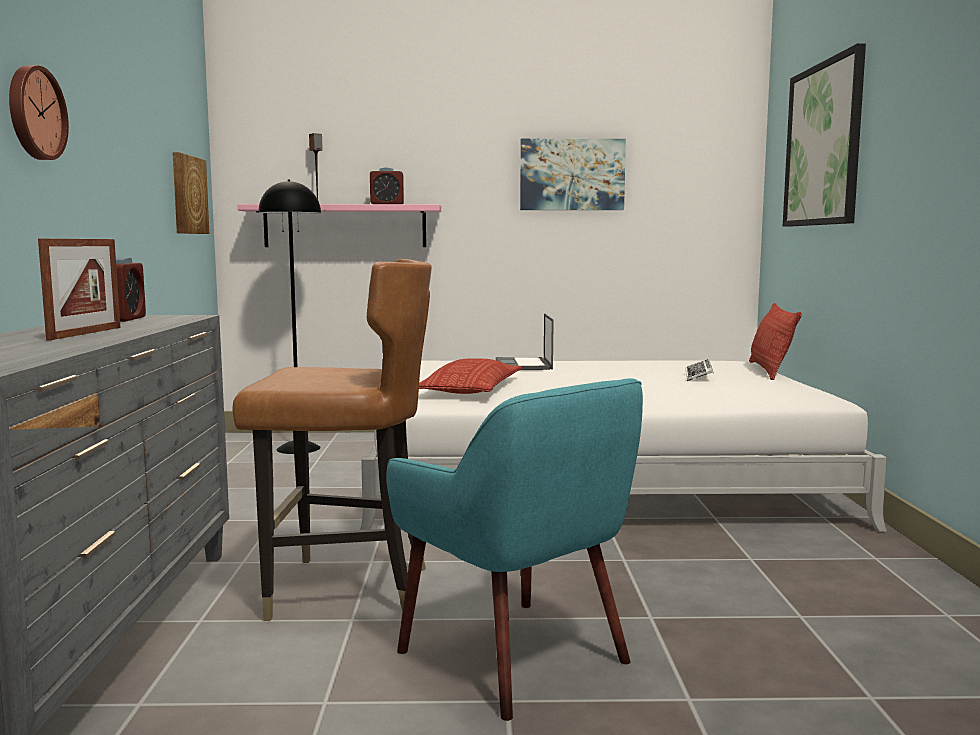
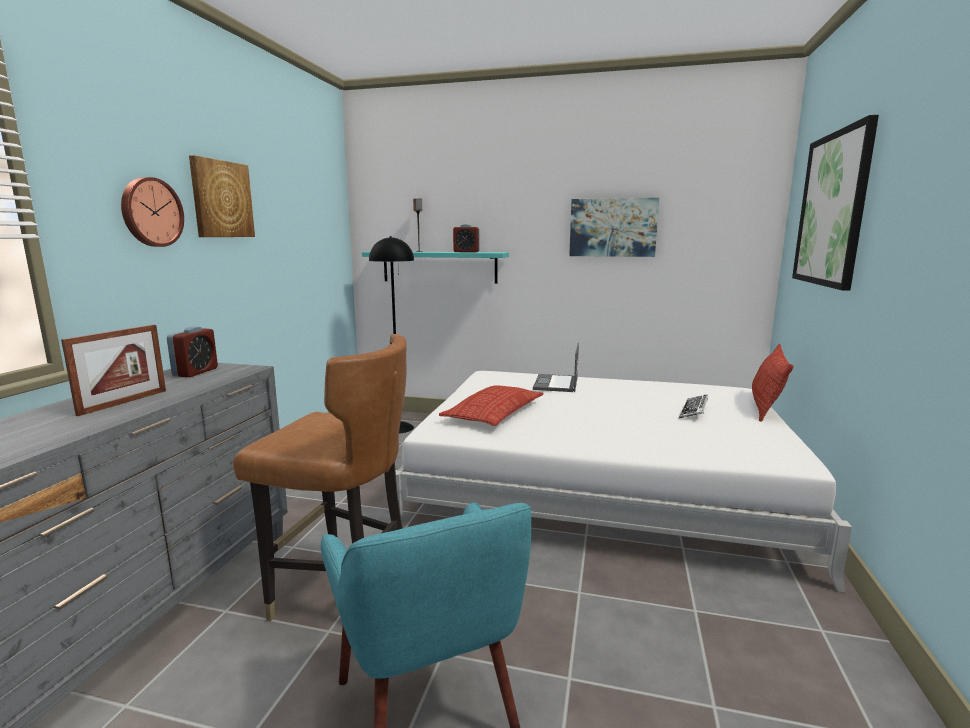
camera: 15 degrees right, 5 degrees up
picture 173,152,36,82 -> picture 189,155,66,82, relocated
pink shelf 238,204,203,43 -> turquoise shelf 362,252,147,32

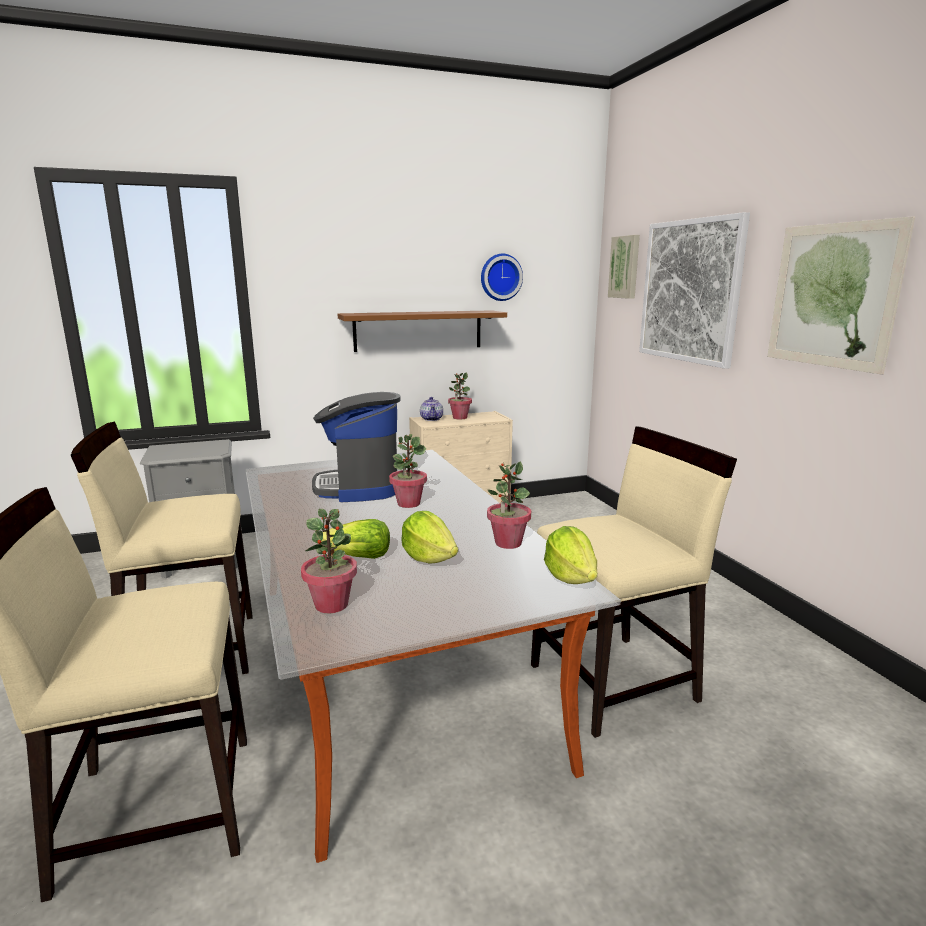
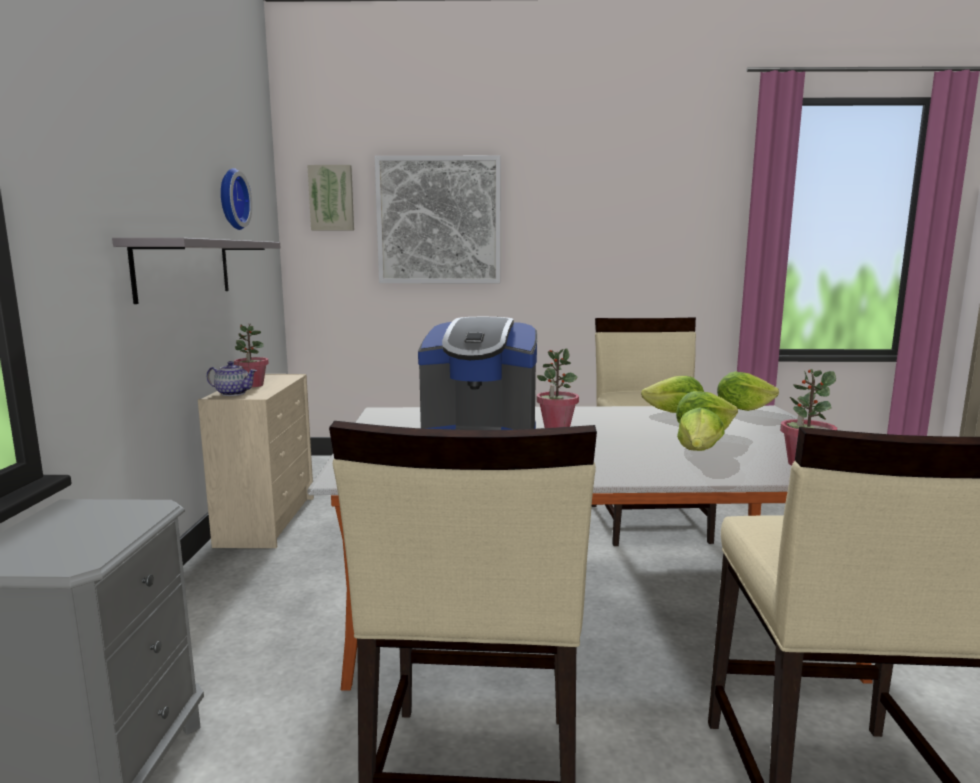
camera: 70 degrees left, 5 degrees down
brown shelf 338,310,169,42 -> grey shelf 112,238,169,66
potted plant 487,461,44,88 -> lettuce 641,376,63,37
picture 767,216,148,158 -> none

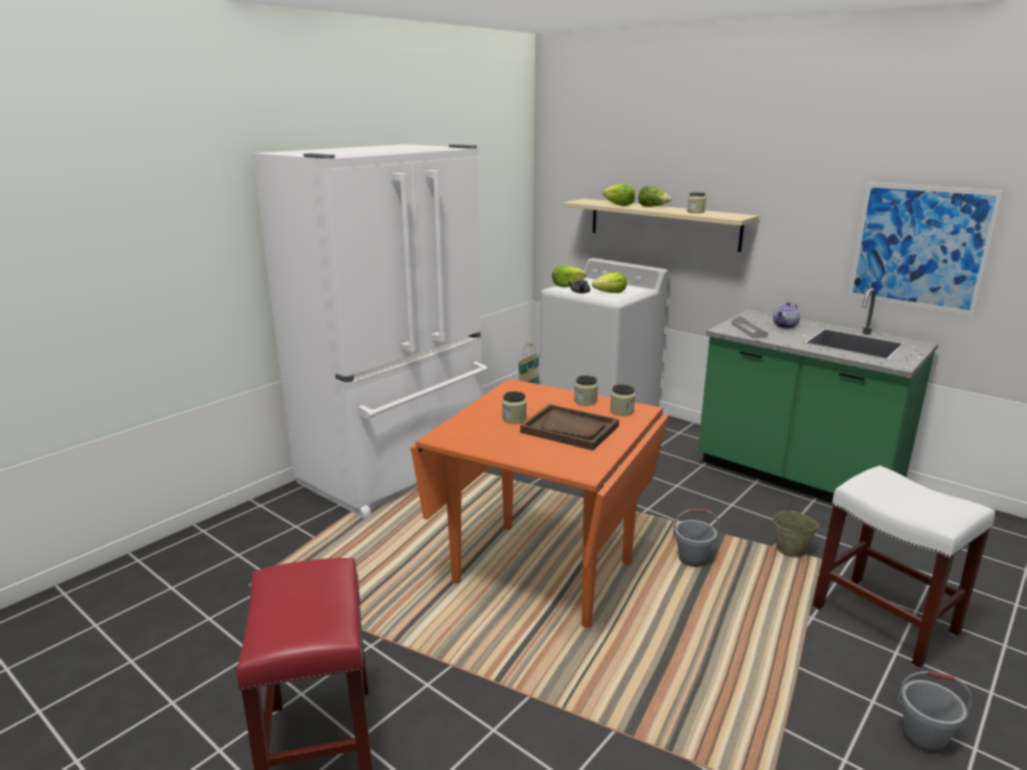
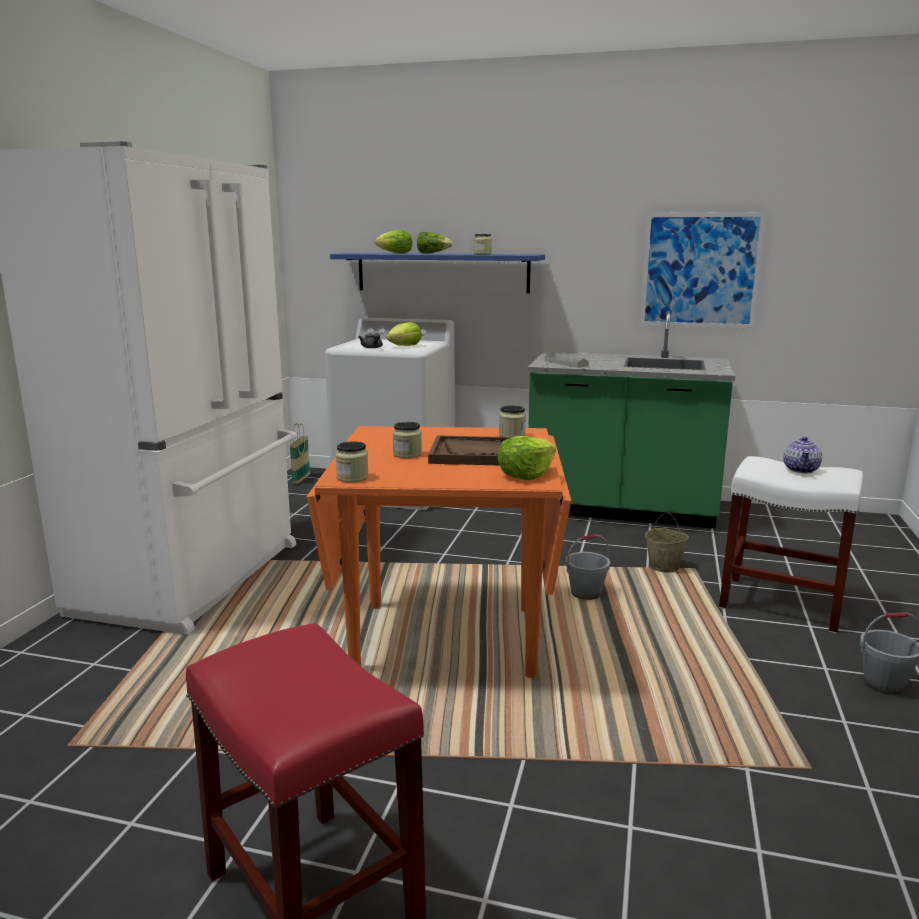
camera: 25 degrees left, 5 degrees down
beige shelf 563,199,196,53 -> blue shelf 330,253,215,41
jar 574,375,24,31 -> jar 335,441,34,41, relocated
lettuce 552,265,34,22 -> lettuce 498,436,58,44, relocated
teapot 773,302,27,27 -> teapot 783,437,39,36, relocated

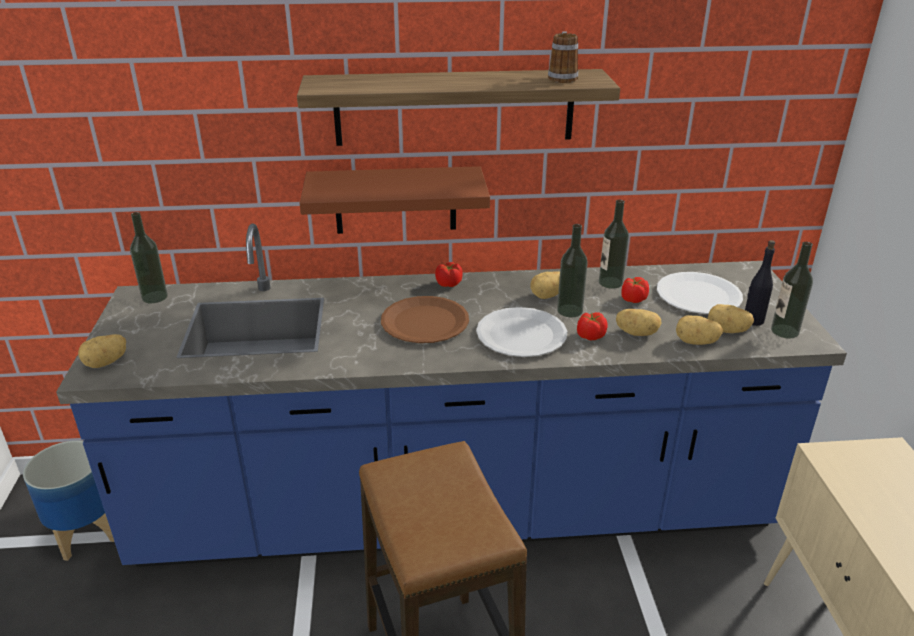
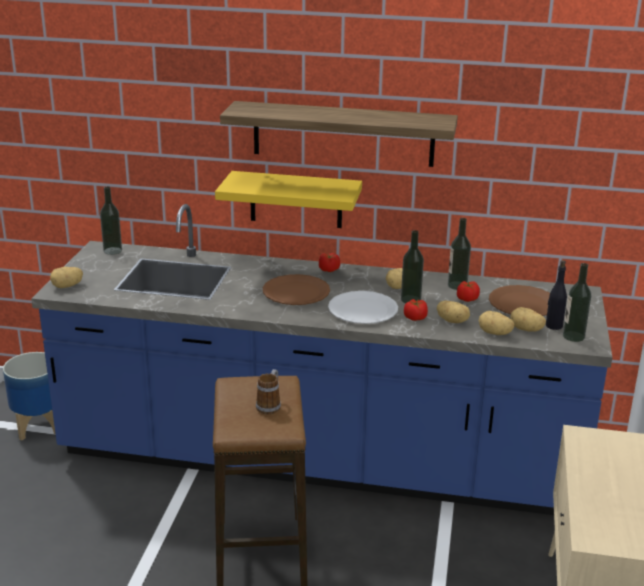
camera: 15 degrees right, 5 degrees down
brown shelf 300,166,190,68 -> yellow shelf 215,171,147,57
mug 548,31,30,52 -> mug 256,369,25,45, relocated
white plate 657,272,86,42 -> brown plate 489,285,61,31

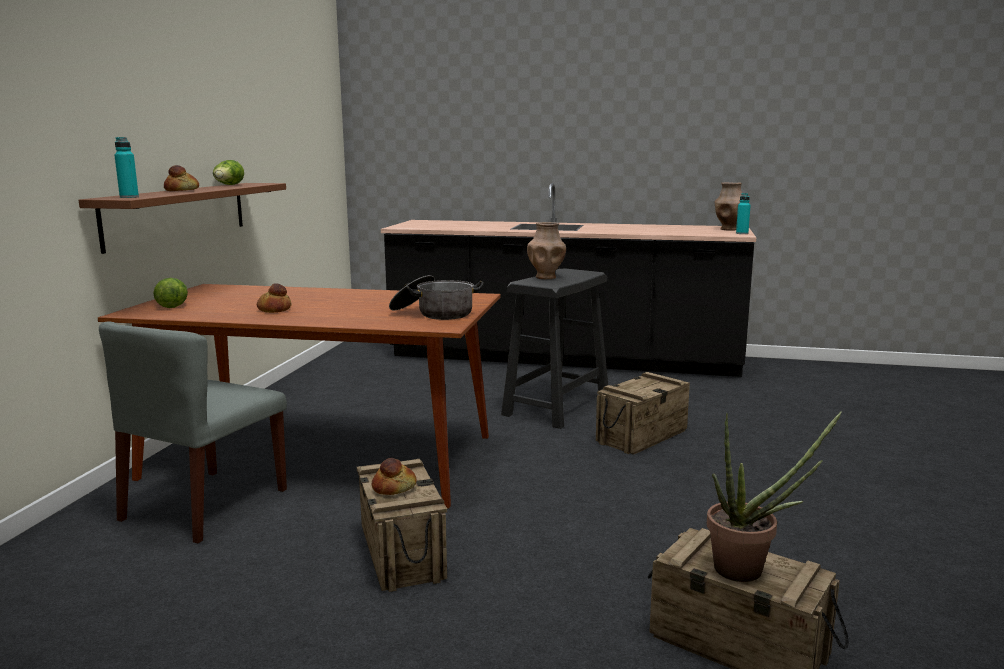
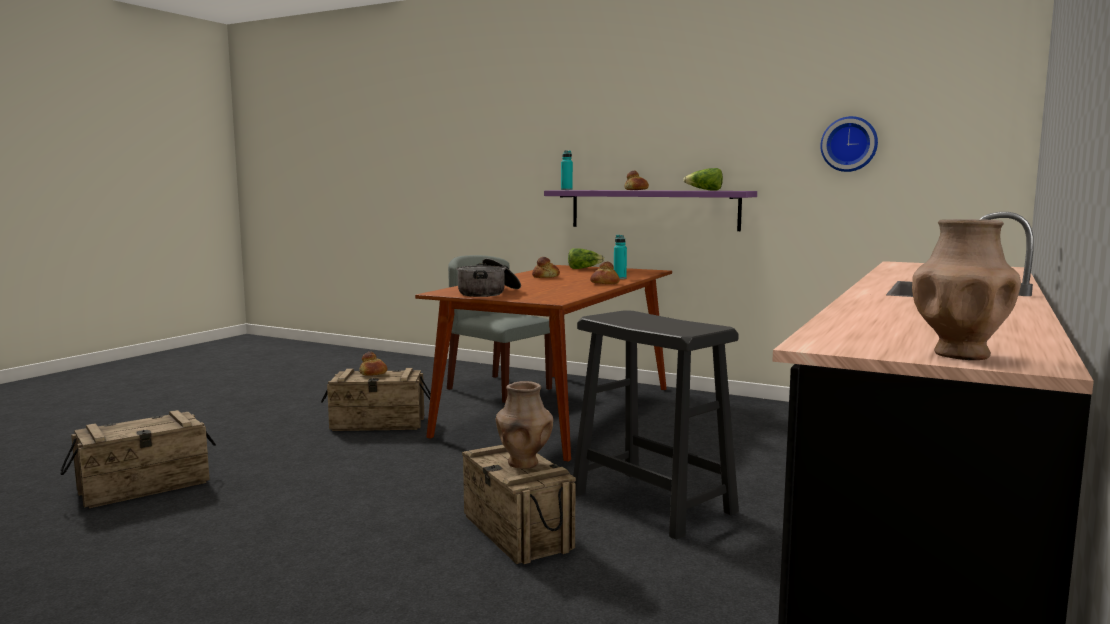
camera: 105 degrees right, 5 degrees down
brown vase 527,222,39,57 -> brown vase 496,381,57,88, relocated
brown shelf 79,183,207,71 -> purple shelf 544,190,213,41
none -> bread 590,261,30,23
turquoise bottle 736,193,15,41 -> turquoise bottle 614,235,13,44, relocated
none -> wall clock 820,116,58,56
potted plant 706,412,136,170 -> none

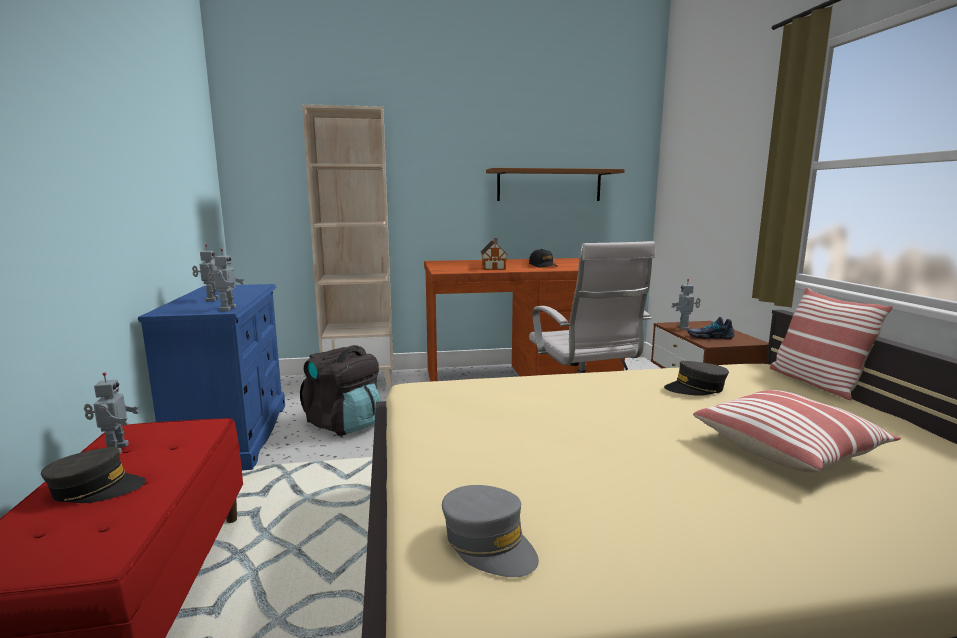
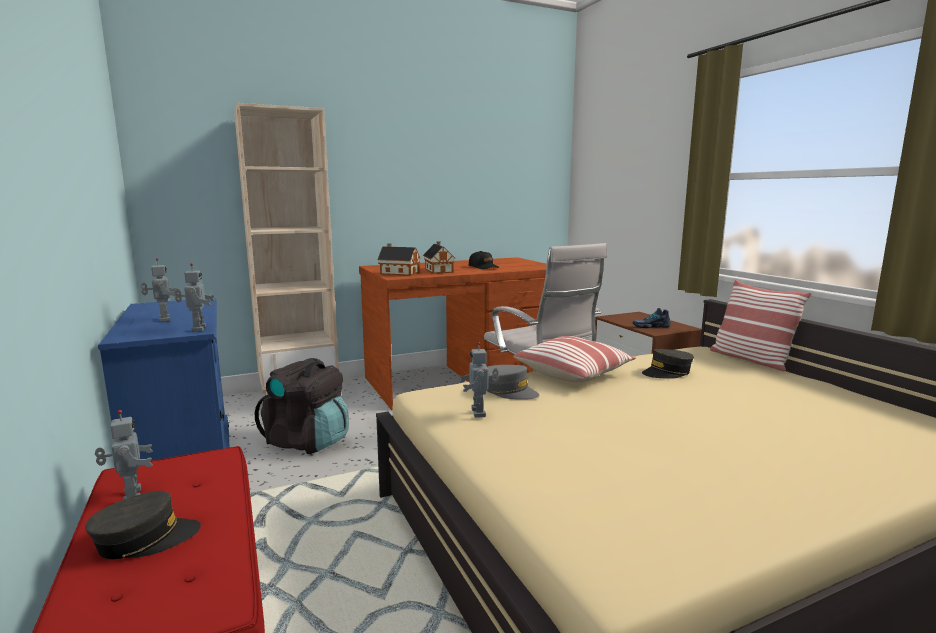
camera: 15 degrees left, 0 degrees up
none -> toy house 377,244,43,32
toy robot 672,279,29,51 -> toy robot 460,342,39,76, relocated
grey cap 442,485,97,92 -> grey cap 487,365,53,35, relocated
pillow 693,390,208,82 -> pillow 513,336,123,47, relocated
brown shelf 486,168,139,33 -> none

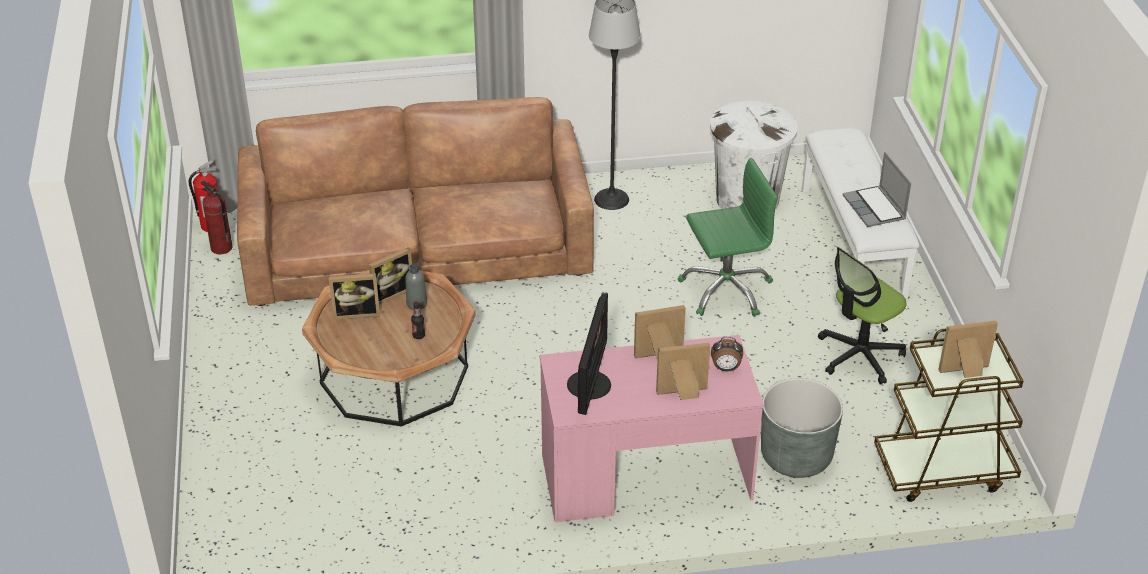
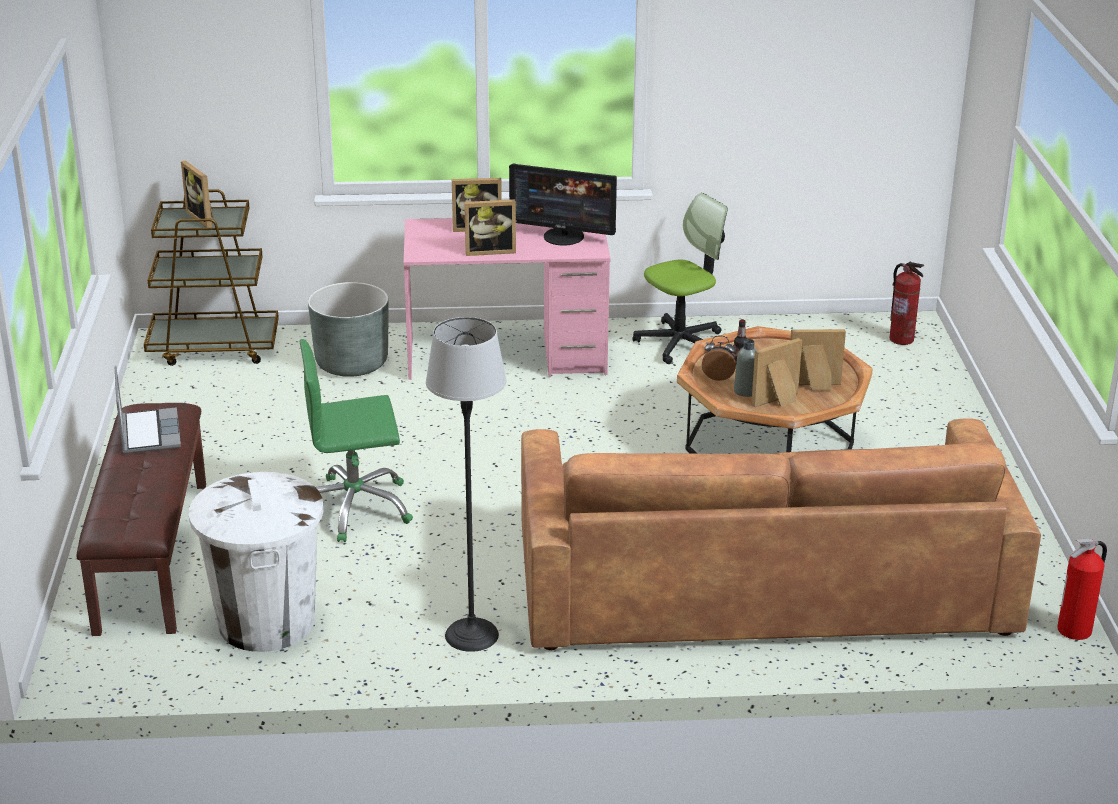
camera: 175 degrees left, 10 degrees down
white bench 802,128,117,171 -> brown bench 77,403,129,233
picture frame 938,320,60,58 -> picture frame 181,160,33,68, 60 degrees clockwise
monitor 567,293,44,122 -> monitor 509,164,108,82, 90 degrees counterclockwise
office chair 818,247,88,138 -> office chair 632,193,95,171, relocated
alarm clock 711,337,32,34 -> alarm clock 702,336,34,45, relocated
fire extinguisher 201,180,31,74 -> fire extinguisher 889,261,35,84, relocated

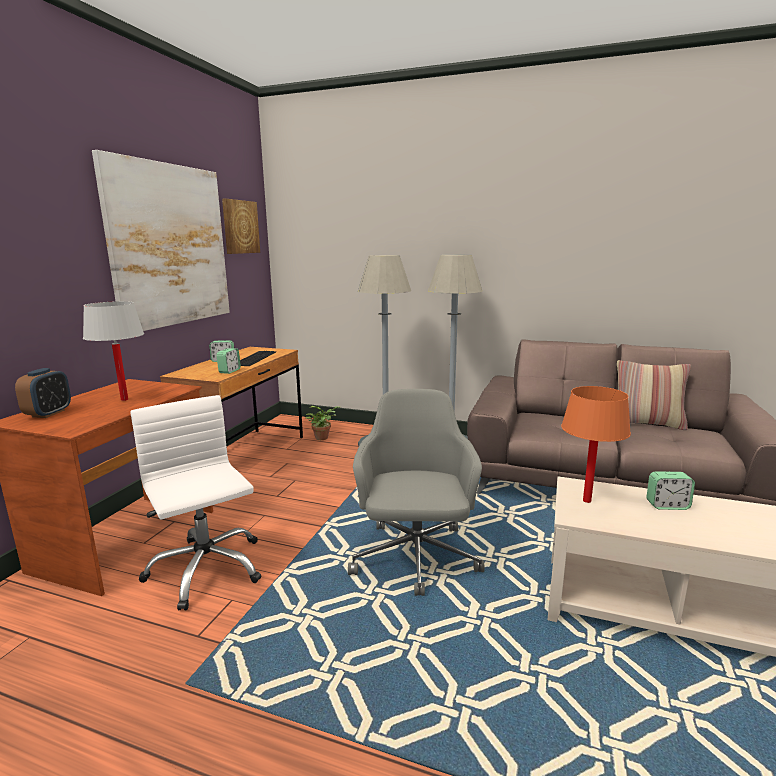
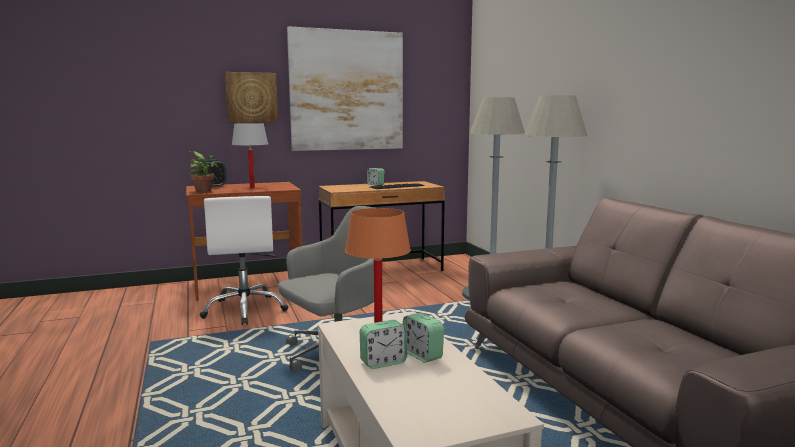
camera: 50 degrees right, 5 degrees down
potted plant 305,406,35,34 -> potted plant 188,151,30,41, relocated
white office chair 130,395,131,215 -> white office chair 200,196,88,129, 150 degrees clockwise
picture 222,199,38,55 -> picture 225,72,53,51, relocated
alarm clock 216,348,25,26 -> alarm clock 360,320,47,49, relocated
pillow 617,360,74,70 -> none

